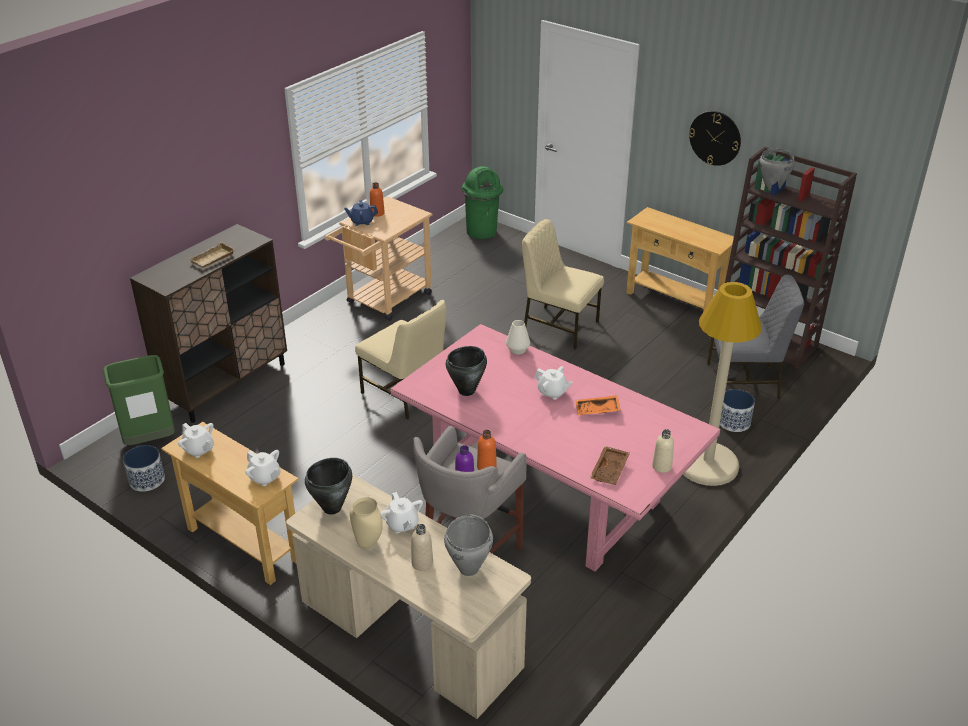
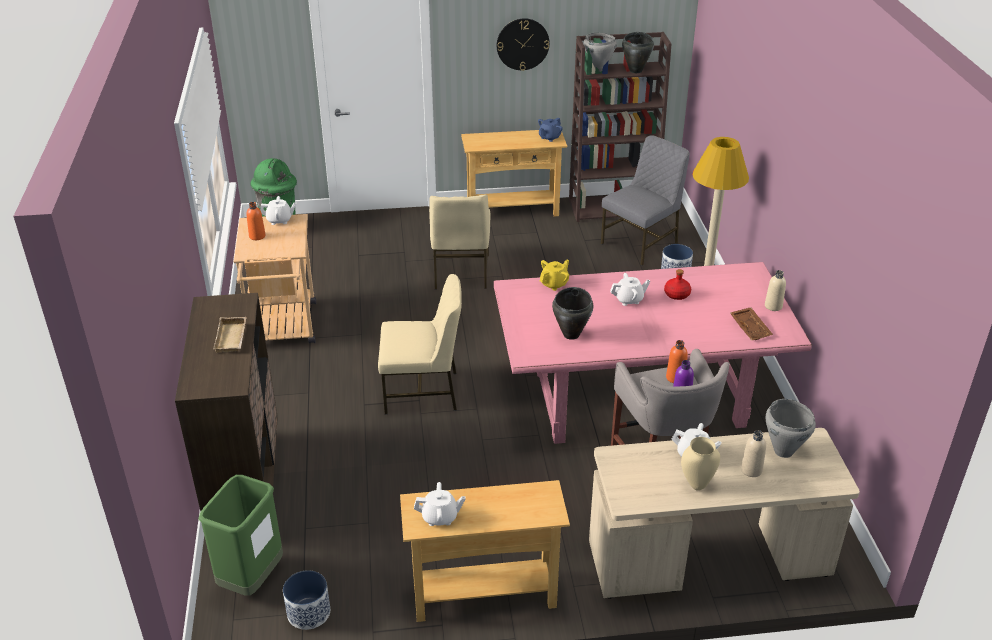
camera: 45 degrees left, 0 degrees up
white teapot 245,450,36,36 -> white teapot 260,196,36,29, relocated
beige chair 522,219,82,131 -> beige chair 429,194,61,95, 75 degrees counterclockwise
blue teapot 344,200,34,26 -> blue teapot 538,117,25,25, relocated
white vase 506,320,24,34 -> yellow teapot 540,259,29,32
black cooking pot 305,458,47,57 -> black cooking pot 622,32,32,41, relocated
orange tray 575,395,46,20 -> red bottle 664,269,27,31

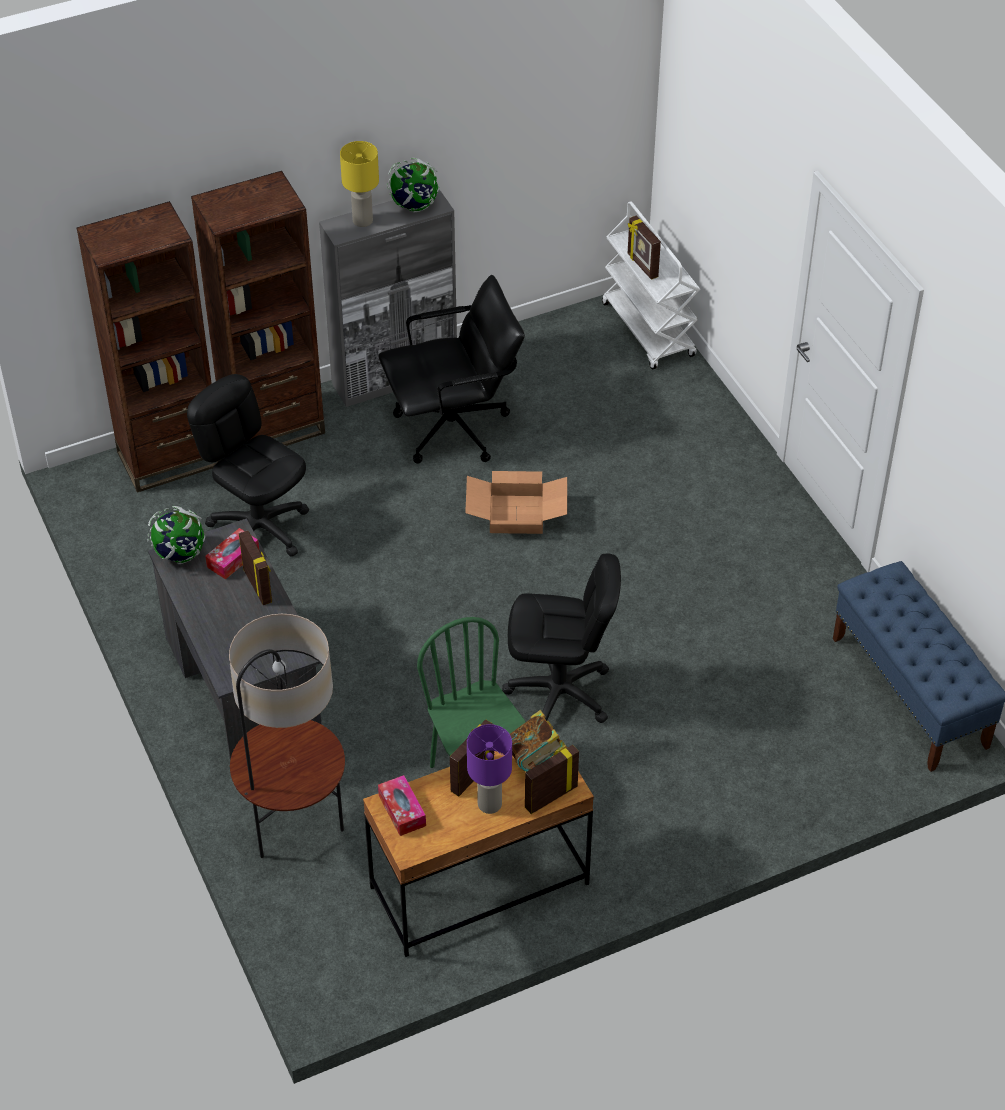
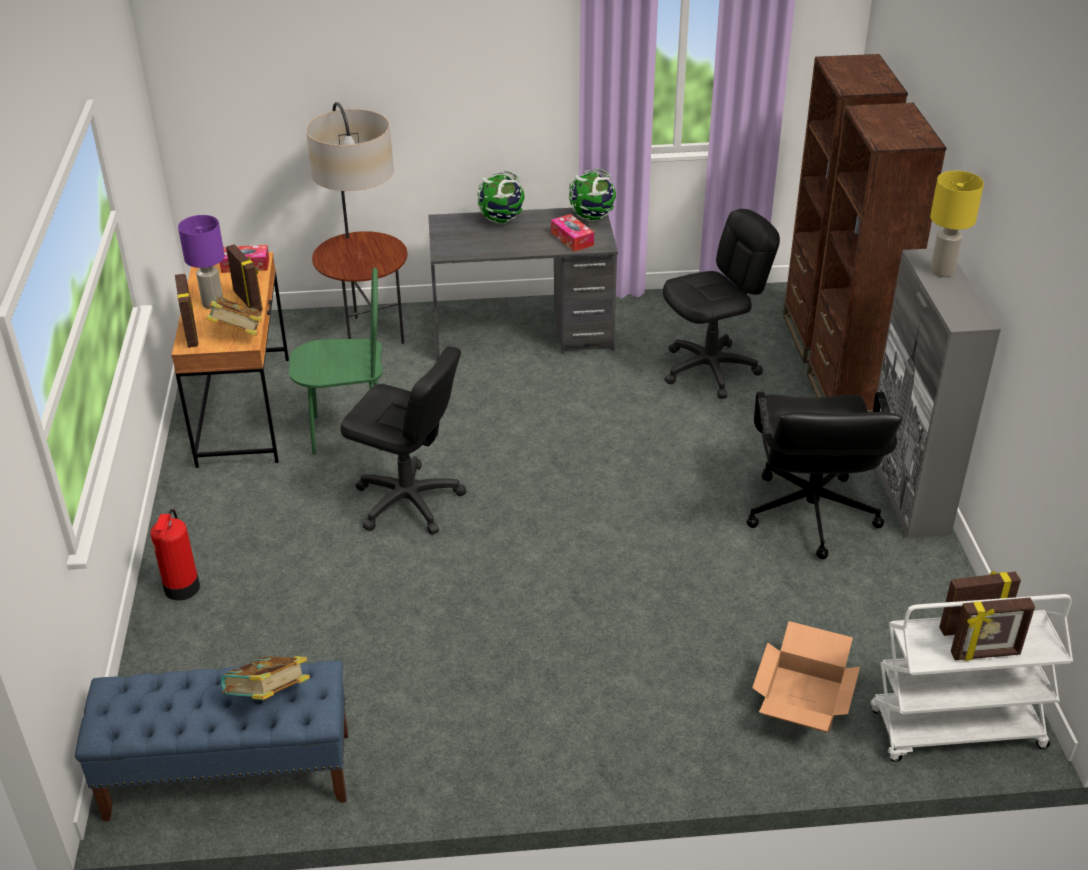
camera: 110 degrees right, 10 degrees down
none -> fire extinguisher 150,509,50,92
none -> book 221,656,89,44
black office chair 502,553,119,170 -> black office chair 340,346,127,189, 90 degrees counterclockwise
globe 387,158,52,55 -> globe 477,171,48,53, relocated
cardboard box 465,471,102,63 -> cardboard box 752,621,108,112, relocated
picture frame 239,530,33,75 -> picture frame 951,598,84,63, relocated

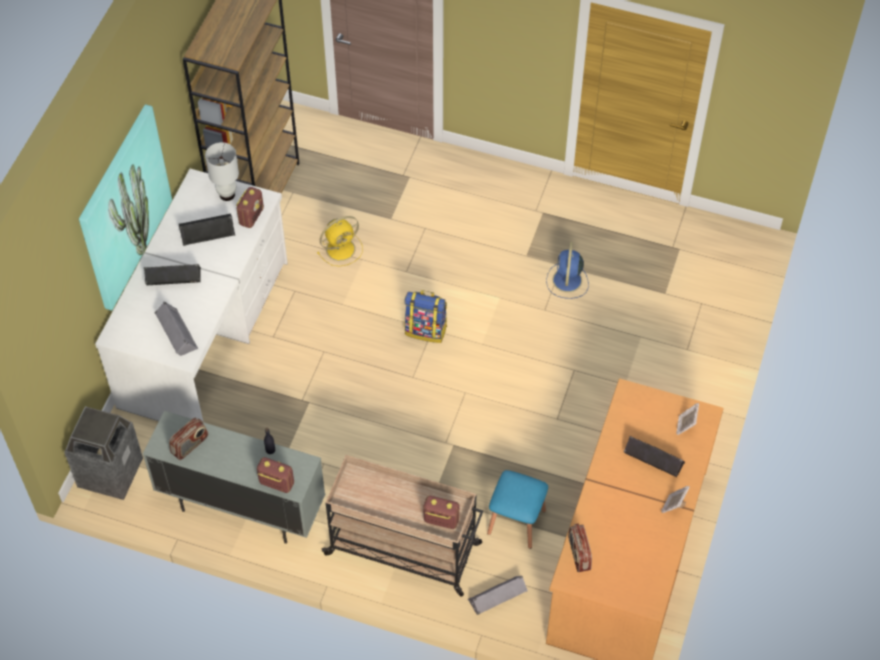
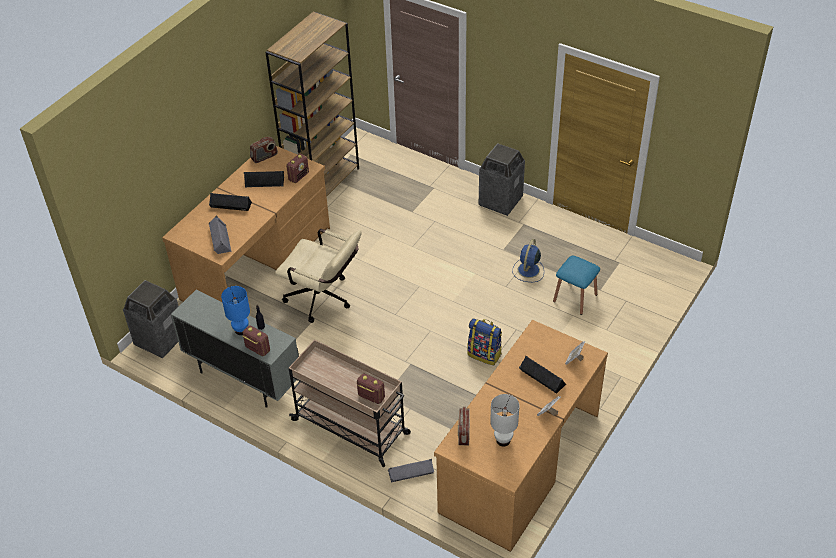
camera: 15 degrees right, 10 degrees down
white desk 95,169,193,253 -> brown desk 162,146,168,156
none -> blue table lamp 221,286,29,49
radio 169,418,39,42 -> radio 250,137,28,26, relocated
none -> beige office chair 275,229,87,94
backpack 404,290,43,53 -> backpack 467,318,35,47, relocated
none -> trash can 479,143,46,73
white table lamp 205,142,34,59 -> white table lamp 490,394,30,53, relocated
blue stool 487,470,61,79 -> blue stool 553,256,47,59, relocated
picture 79,104,93,207 -> none
yellow fan 317,216,46,51 -> none

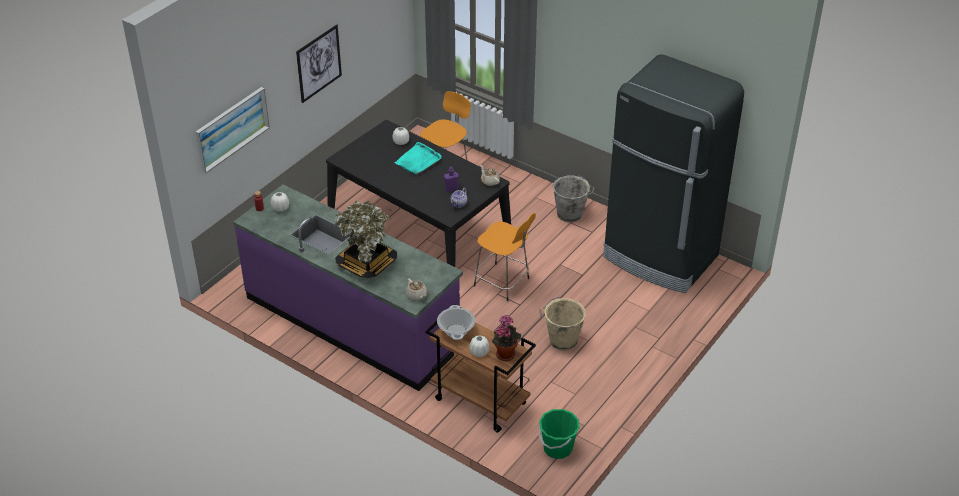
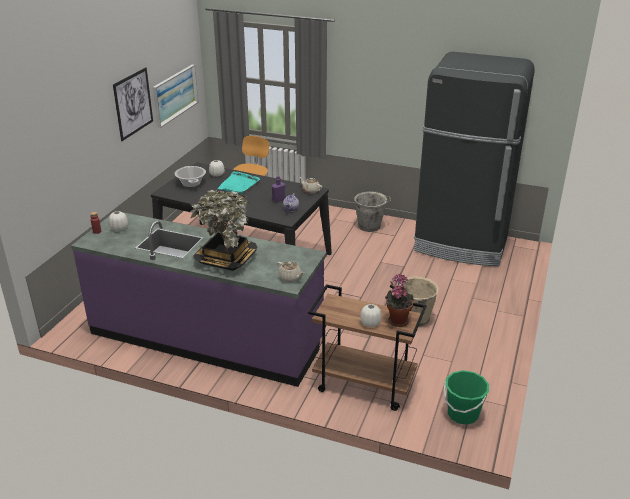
camera: 15 degrees left, 10 degrees down
picture 196,87,74,86 -> picture 153,65,45,63, relocated
cooking pot 437,305,38,35 -> cooking pot 175,166,31,21, relocated
orange stool 474,213,62,89 -> none

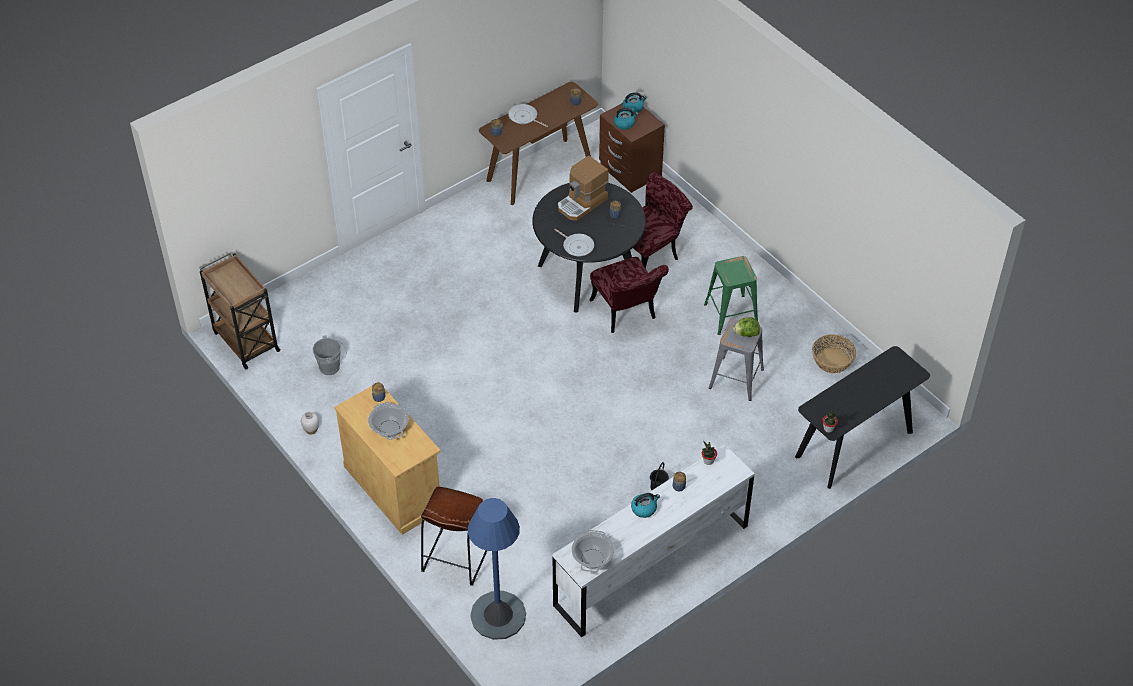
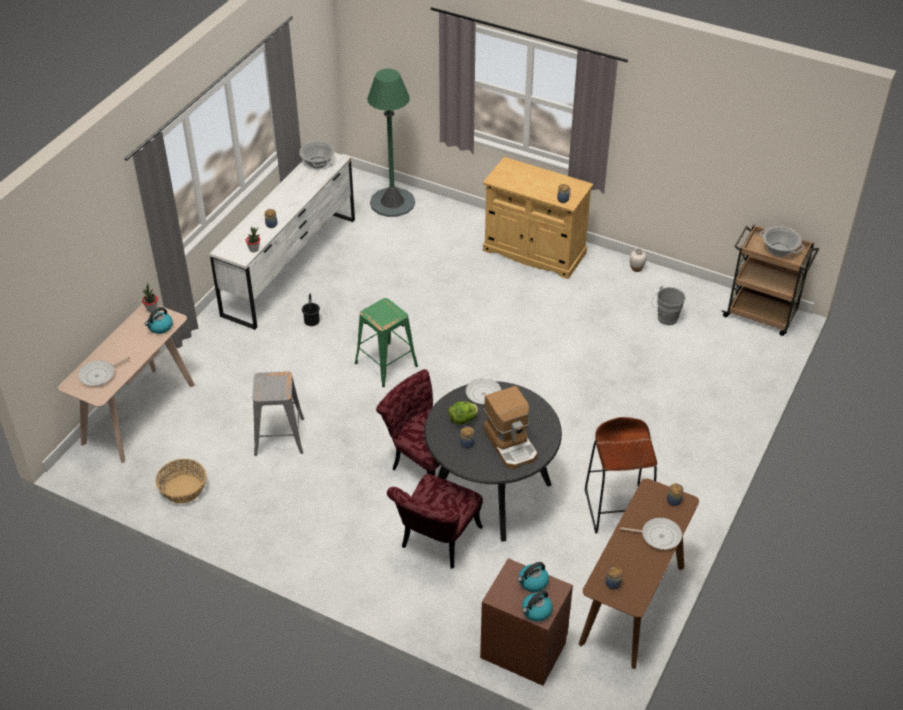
camera: 155 degrees right, 5 degrees down
black console table 795,346,135,143 -> beige console table 58,304,137,159
none -> frying pan 78,357,52,29
kettle 631,493,29,25 -> kettle 145,307,28,27, relocated
green stool 704,256,54,79 -> green stool 355,298,63,89, relocated
blue floor lamp 468,498,58,142 -> green floor lamp 367,69,48,148
lettuce 733,317,27,20 -> lettuce 448,401,30,23, relocated
coffee machine 558,156,51,65 -> coffee machine 484,386,53,83, 135 degrees clockwise
brown stool 421,487,66,99 -> brown stool 585,417,72,116, relocated
cooking pot 368,402,41,38 -> cooking pot 760,226,44,31, relocated

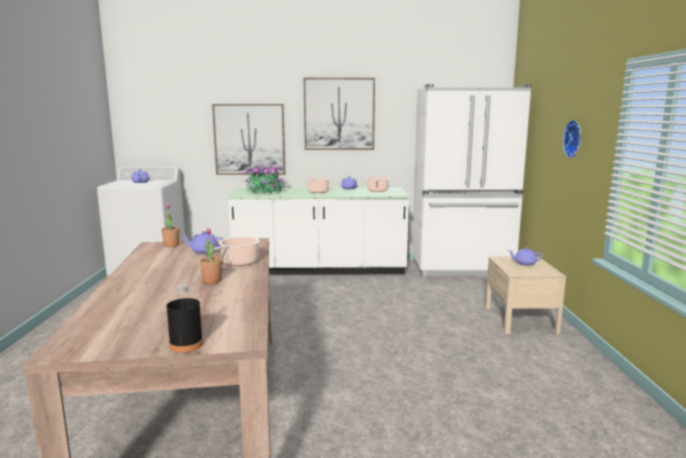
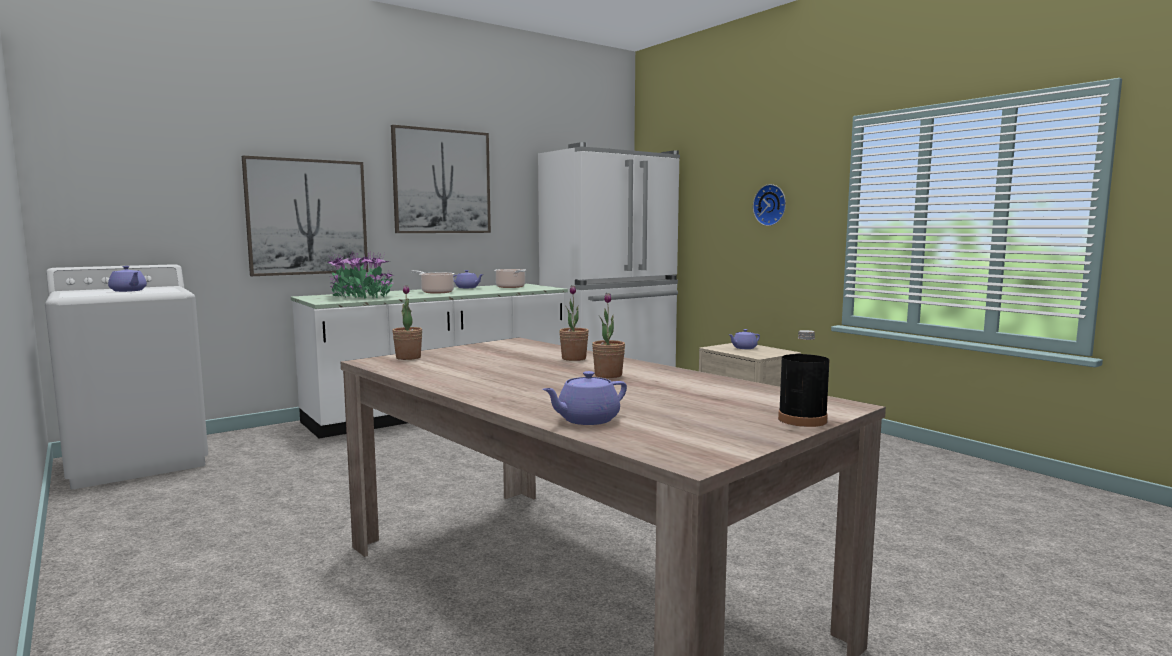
camera: 35 degrees left, 5 degrees down
purple teapot 182,231,41,23 -> purple teapot 543,371,84,54, relocated
cooking pot 210,237,50,29 -> potted plant 559,285,30,76

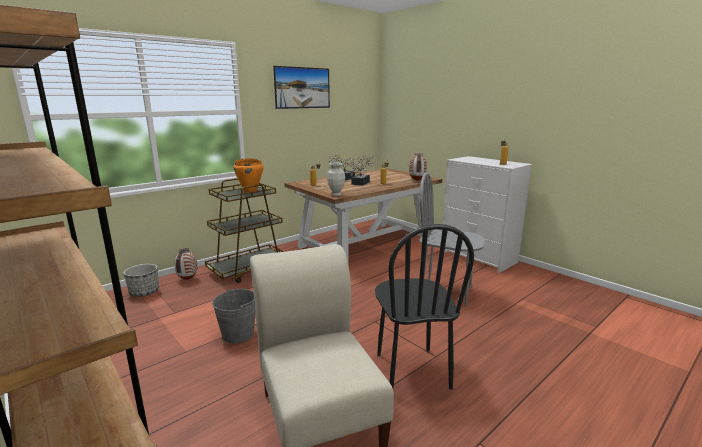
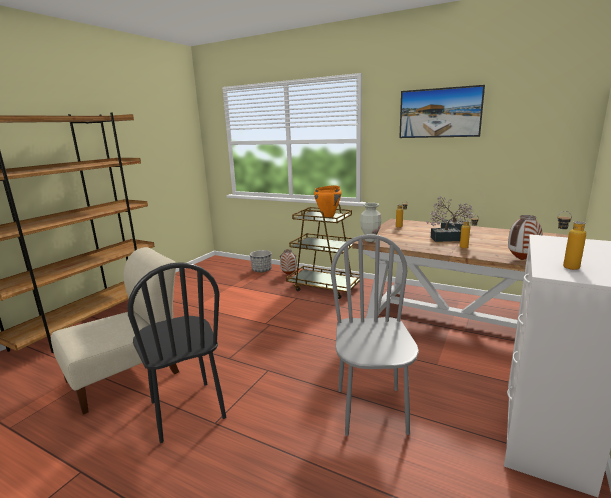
camera: 70 degrees right, 0 degrees up
black chair 375,224,99,166 -> black chair 127,262,99,181, 90 degrees counterclockwise
grey bucket 212,289,44,54 -> none

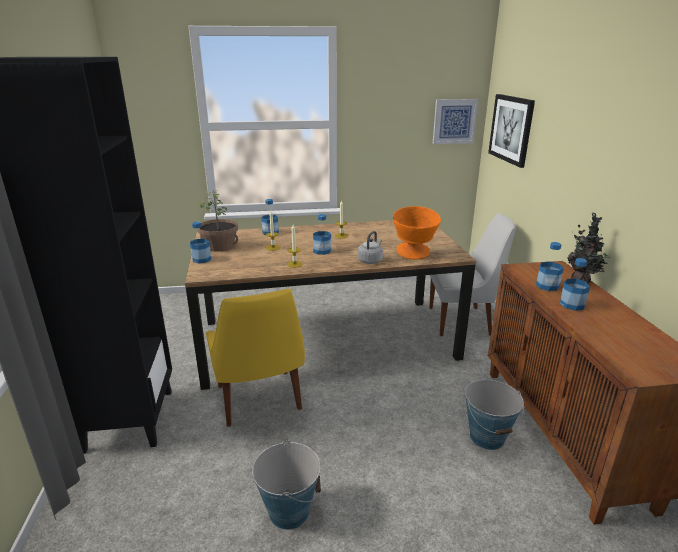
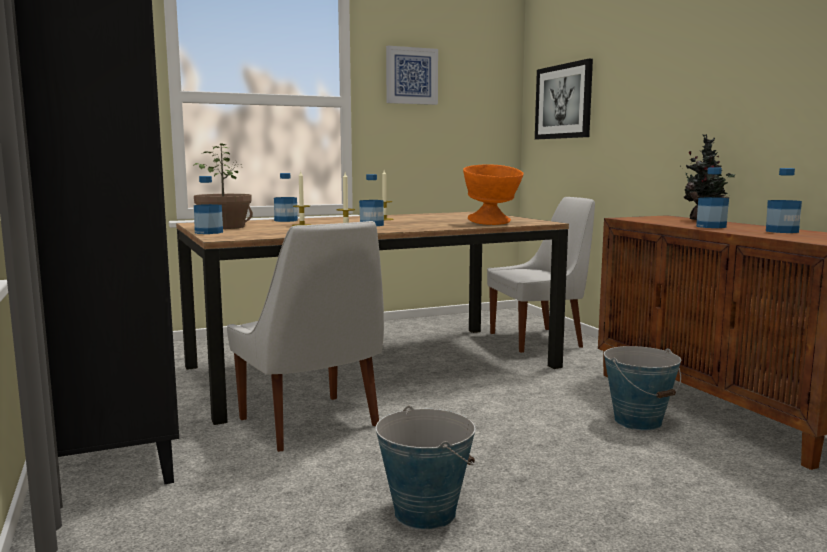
camera: 15 degrees left, 15 degrees down
yellow chair 206,289,99,138 -> white chair 227,221,157,231
picture 433,99,46,45 -> picture 386,46,52,59, relocated
bottle 536,242,28,49 -> bottle 766,168,36,65, relocated
grey kettle 358,231,25,33 -> none

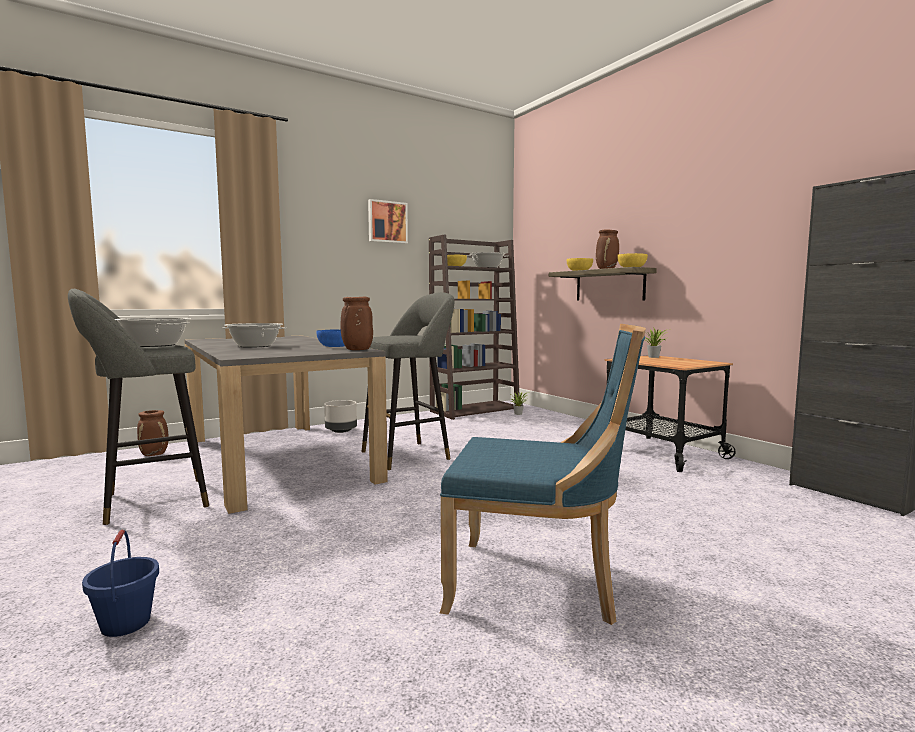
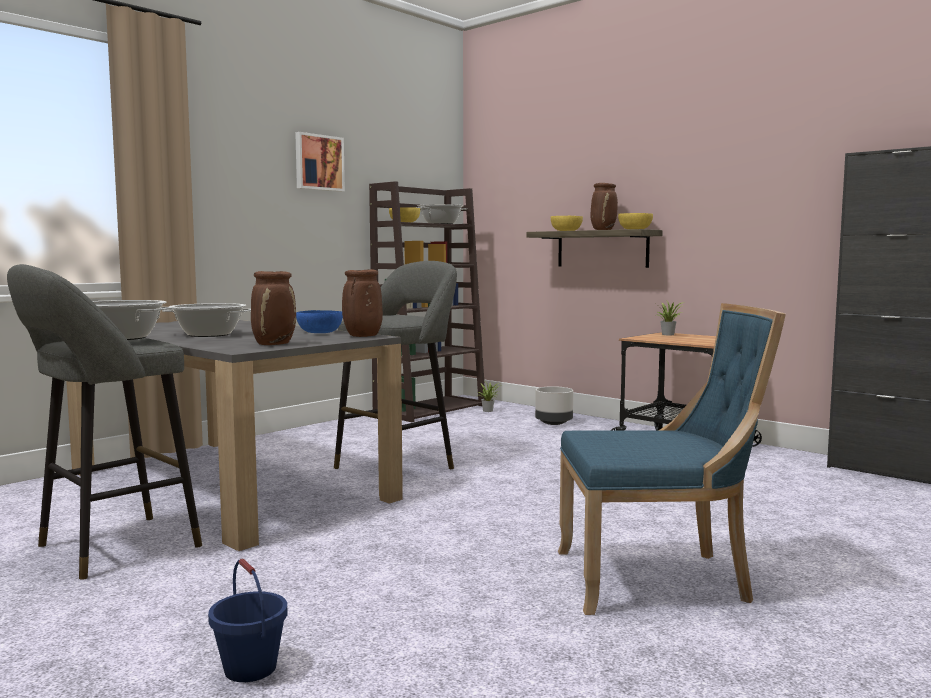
camera: 15 degrees left, 0 degrees up
brown vase 137,410,32,46 -> brown vase 251,271,45,74, relocated
grey planter 324,400,33,33 -> grey planter 535,386,38,39, relocated

